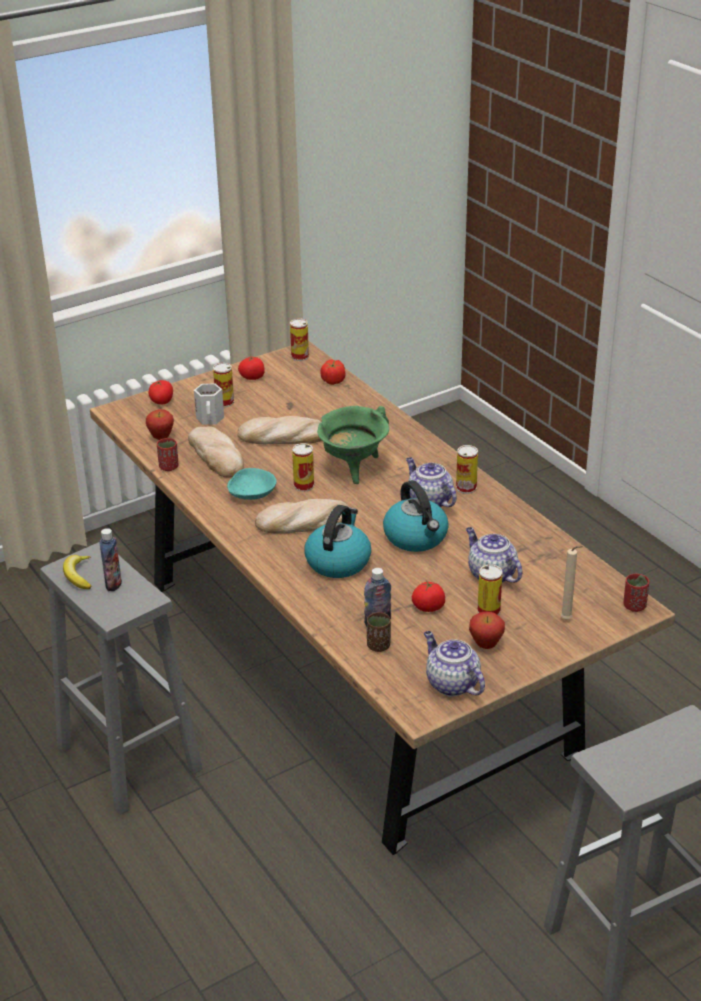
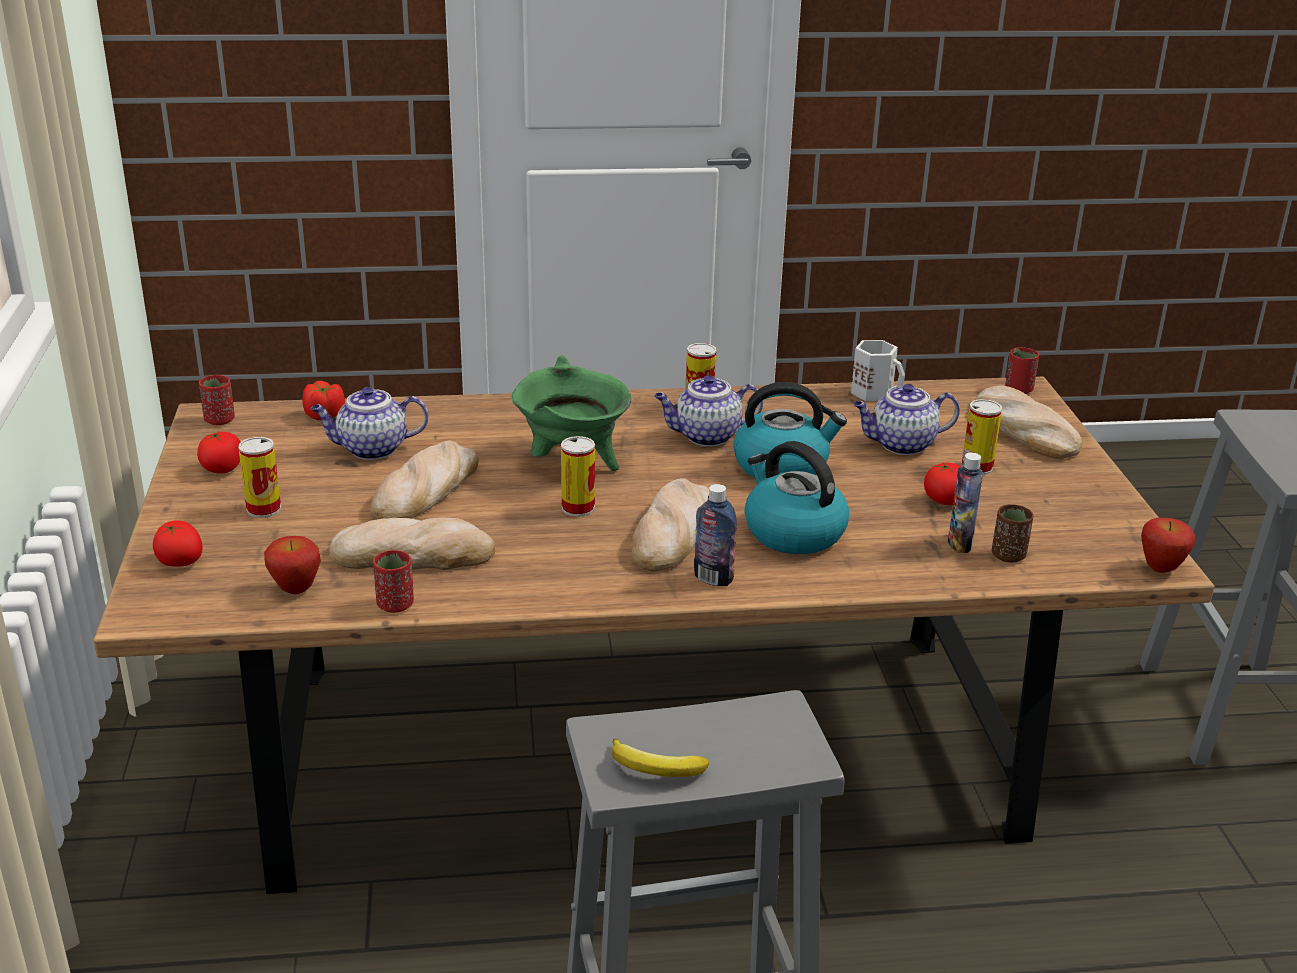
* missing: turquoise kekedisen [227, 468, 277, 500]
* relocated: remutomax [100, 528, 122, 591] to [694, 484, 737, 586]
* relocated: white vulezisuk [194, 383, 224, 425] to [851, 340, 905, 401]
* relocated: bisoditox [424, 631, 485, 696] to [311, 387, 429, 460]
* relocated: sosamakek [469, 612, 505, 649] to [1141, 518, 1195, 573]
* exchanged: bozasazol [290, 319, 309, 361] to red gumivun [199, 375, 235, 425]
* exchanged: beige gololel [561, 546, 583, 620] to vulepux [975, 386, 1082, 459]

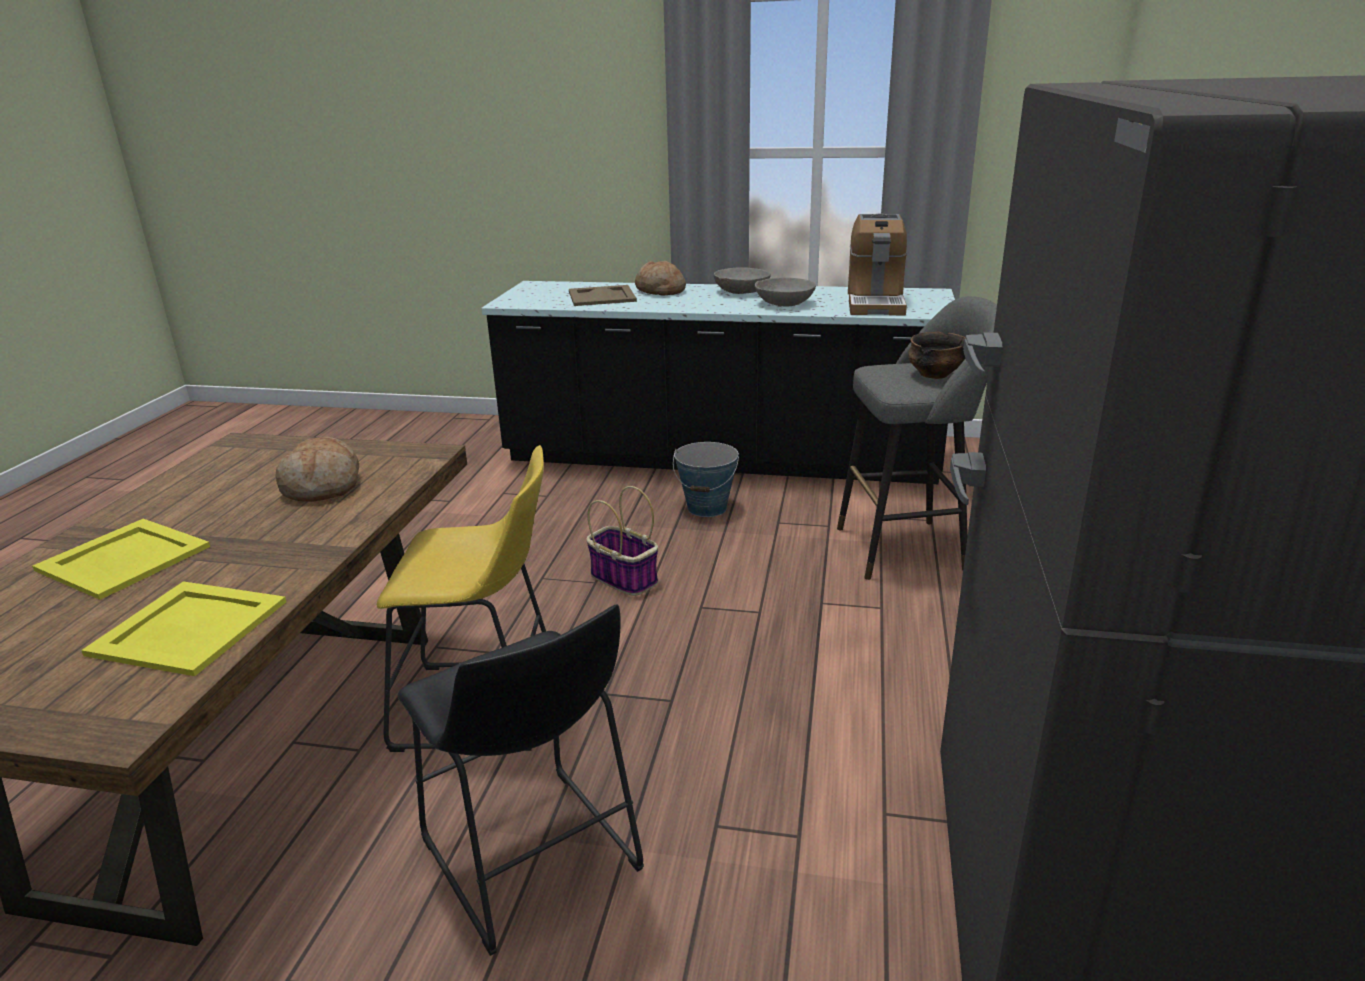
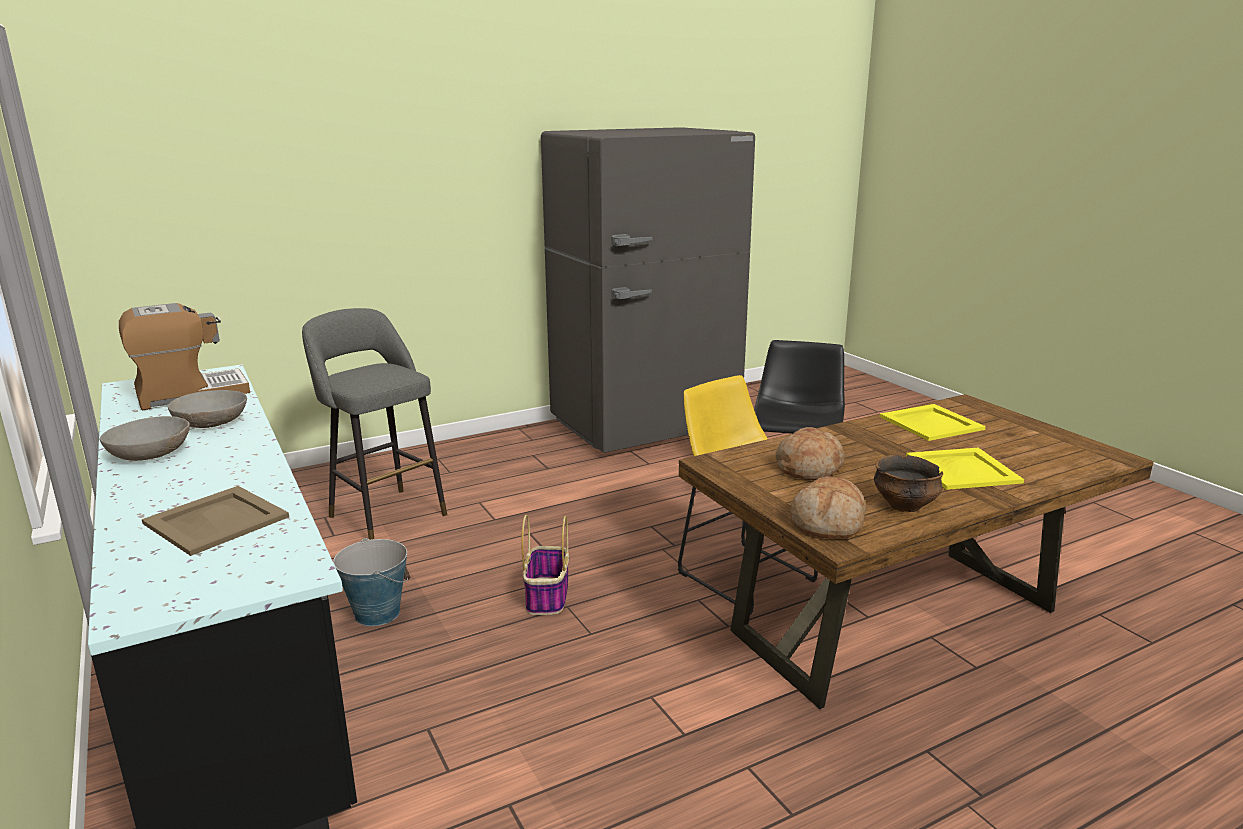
* relocated: vulepux [635, 261, 686, 295] to [790, 477, 866, 539]
* relocated: kekedisen [908, 332, 966, 379] to [874, 455, 943, 512]

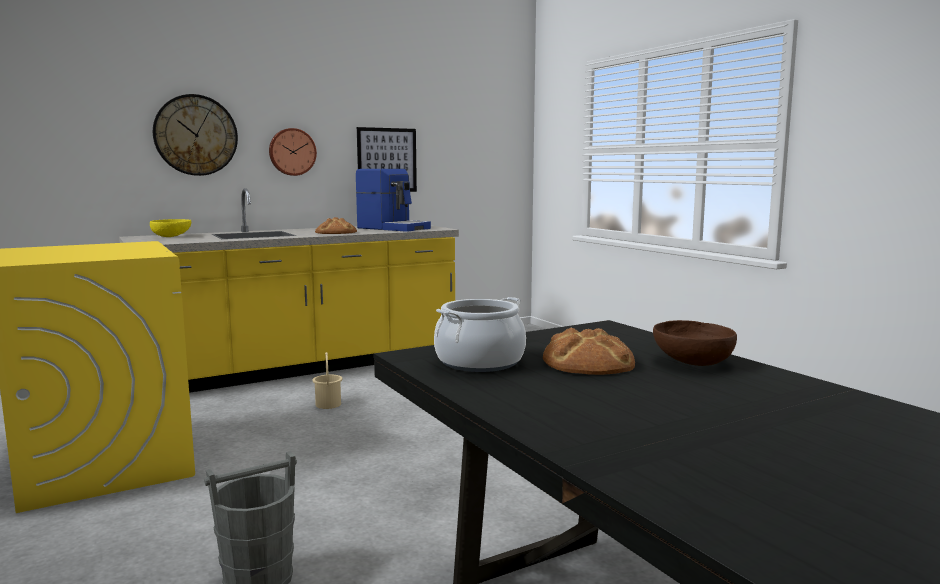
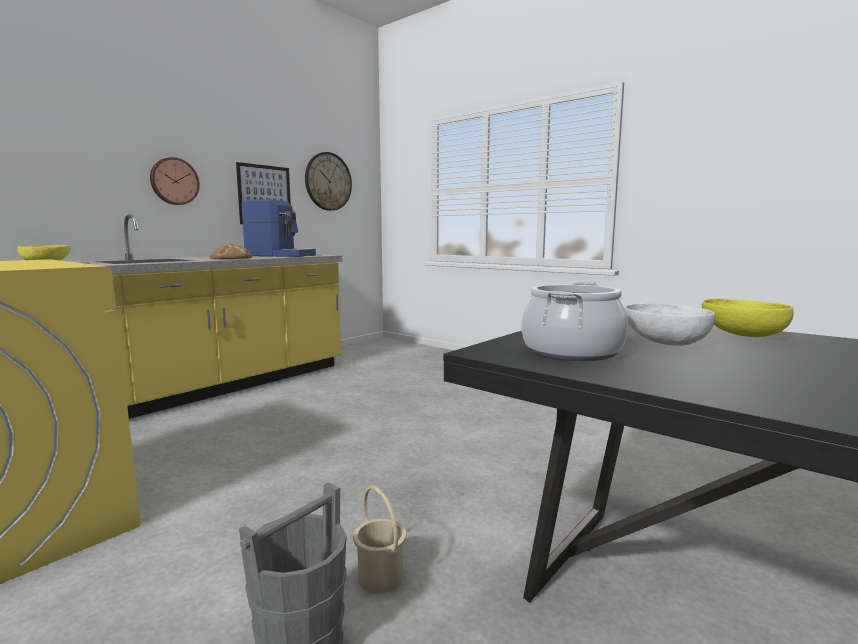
* relocated: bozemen [153, 94, 238, 176] to [305, 152, 352, 211]
* relocated: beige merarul [312, 352, 342, 409] to [353, 486, 407, 594]
* exchanged: vulepux [543, 328, 635, 375] to white kekedisen [624, 303, 715, 346]
* colour: brown kekedisen [653, 320, 737, 366] to yellow kekedisen [702, 299, 794, 337]

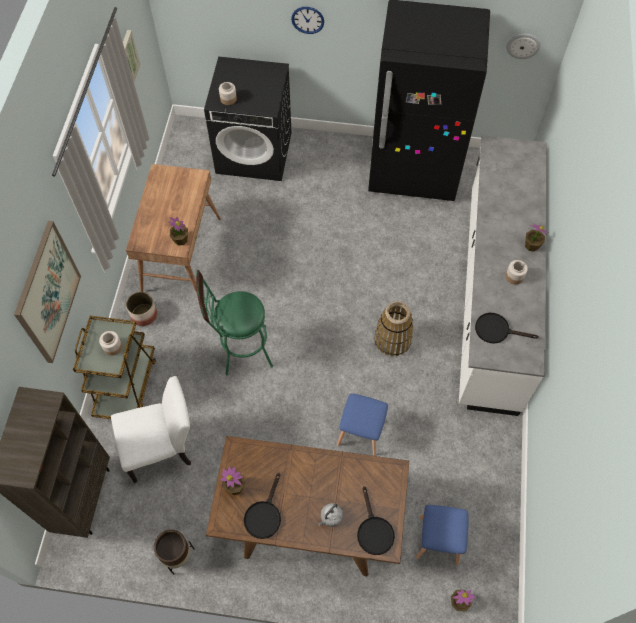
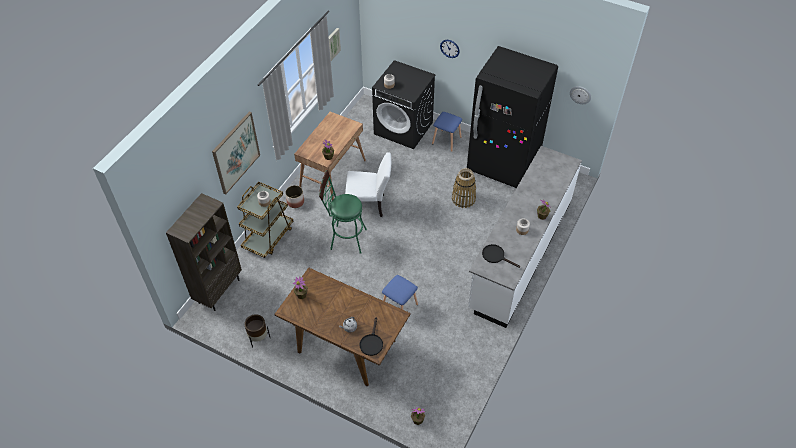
* missing: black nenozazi [244, 473, 281, 539]
* relocated: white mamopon [111, 376, 191, 483] to [345, 152, 391, 217]
* relocated: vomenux [374, 301, 413, 356] to [452, 168, 476, 208]
* relocated: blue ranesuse [416, 505, 468, 565] to [432, 112, 462, 152]

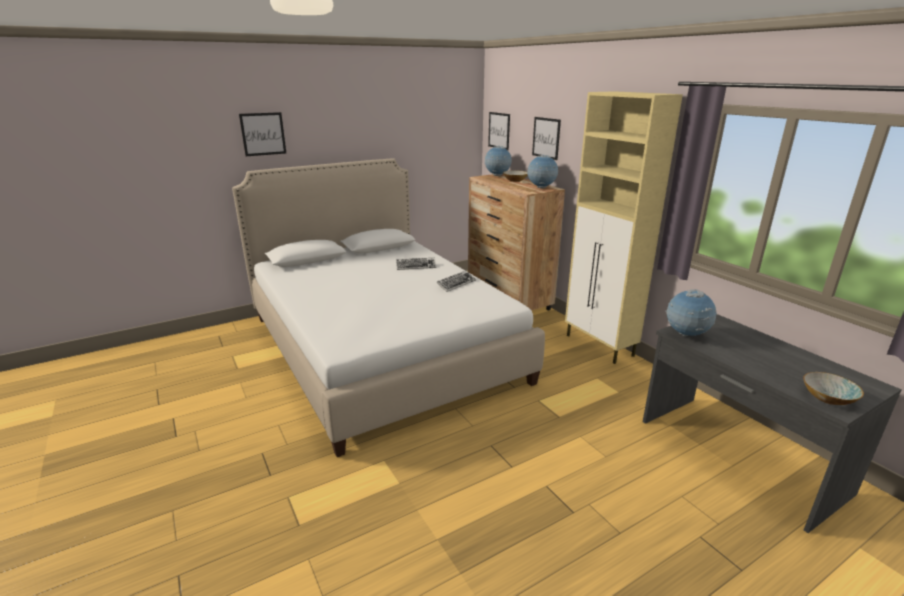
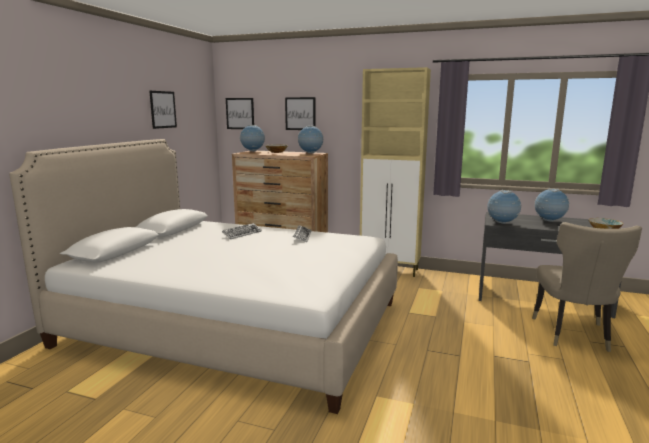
* appeared: beige mamopon [532, 222, 642, 352]
* appeared: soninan [535, 188, 569, 222]
* relocated: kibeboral [239, 112, 286, 156] to [149, 91, 177, 129]

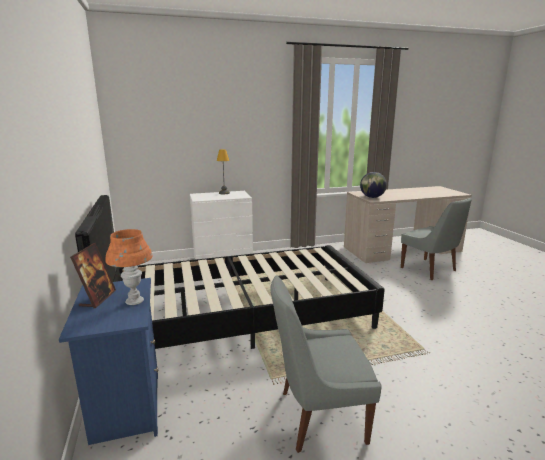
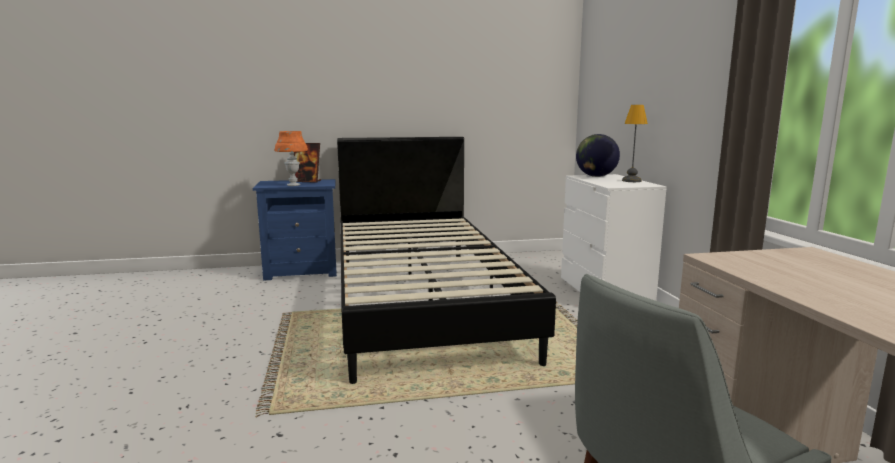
* missing: grey mamopon [270, 275, 382, 453]
* relocated: soninan [360, 172, 387, 198] to [576, 134, 620, 177]

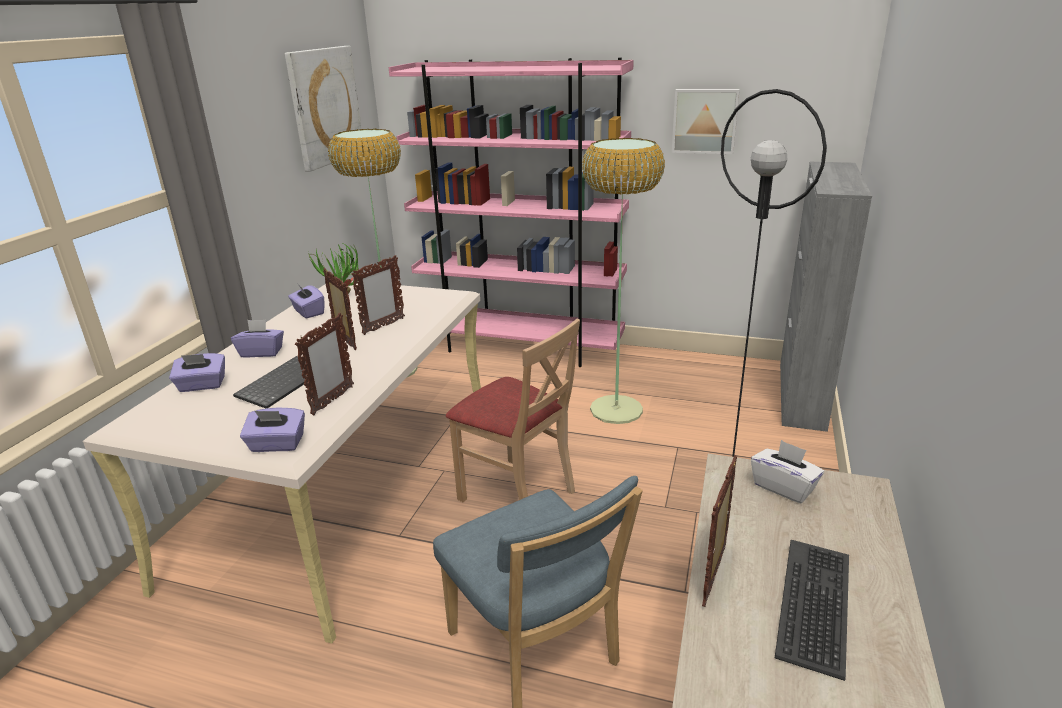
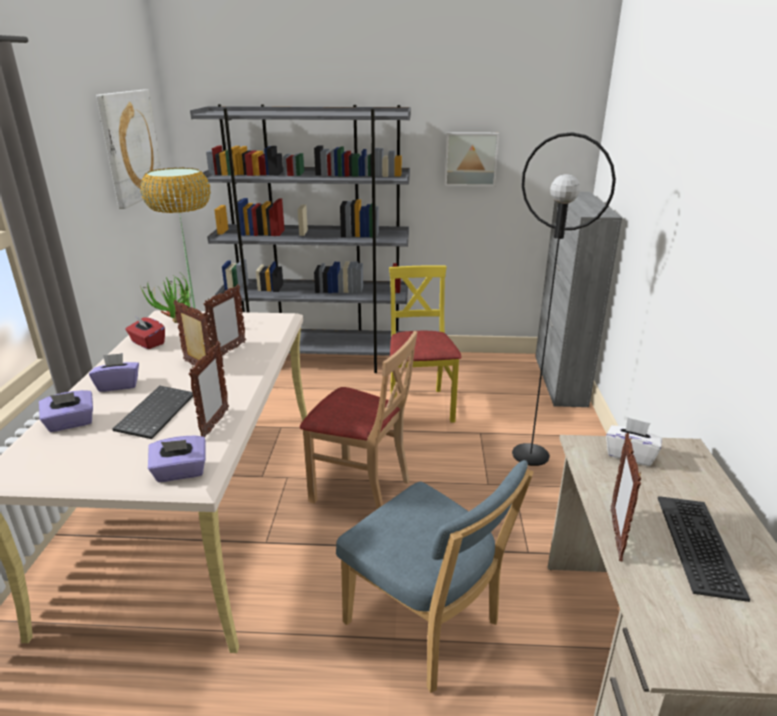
* exchanged: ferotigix [582, 138, 665, 424] to yellow mamopon [389, 265, 461, 423]
* colour: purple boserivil [288, 284, 324, 319] to red boserivil [125, 317, 165, 349]
* colour: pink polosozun [389, 57, 634, 367] to grey polosozun [190, 104, 411, 373]

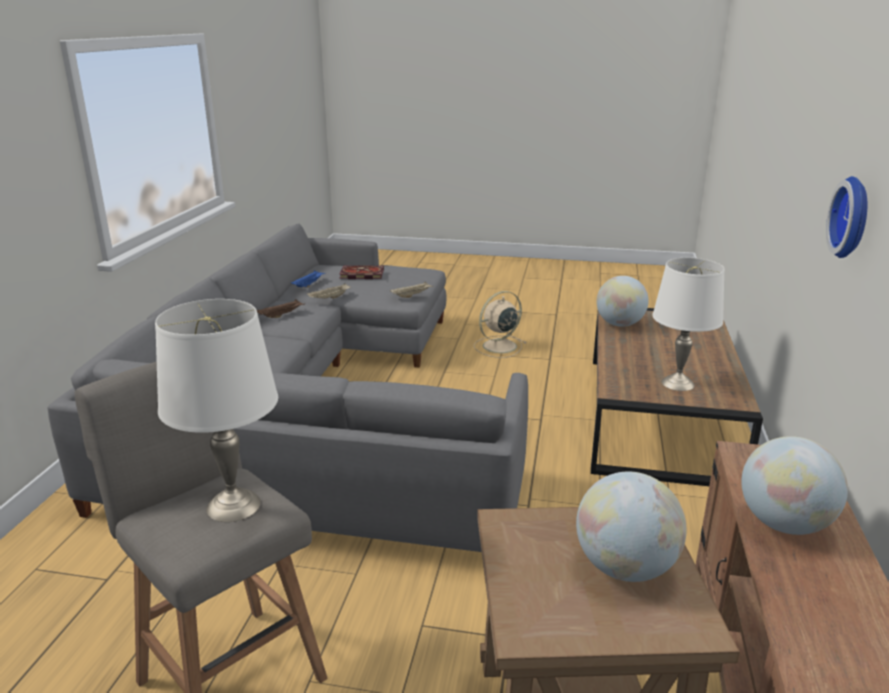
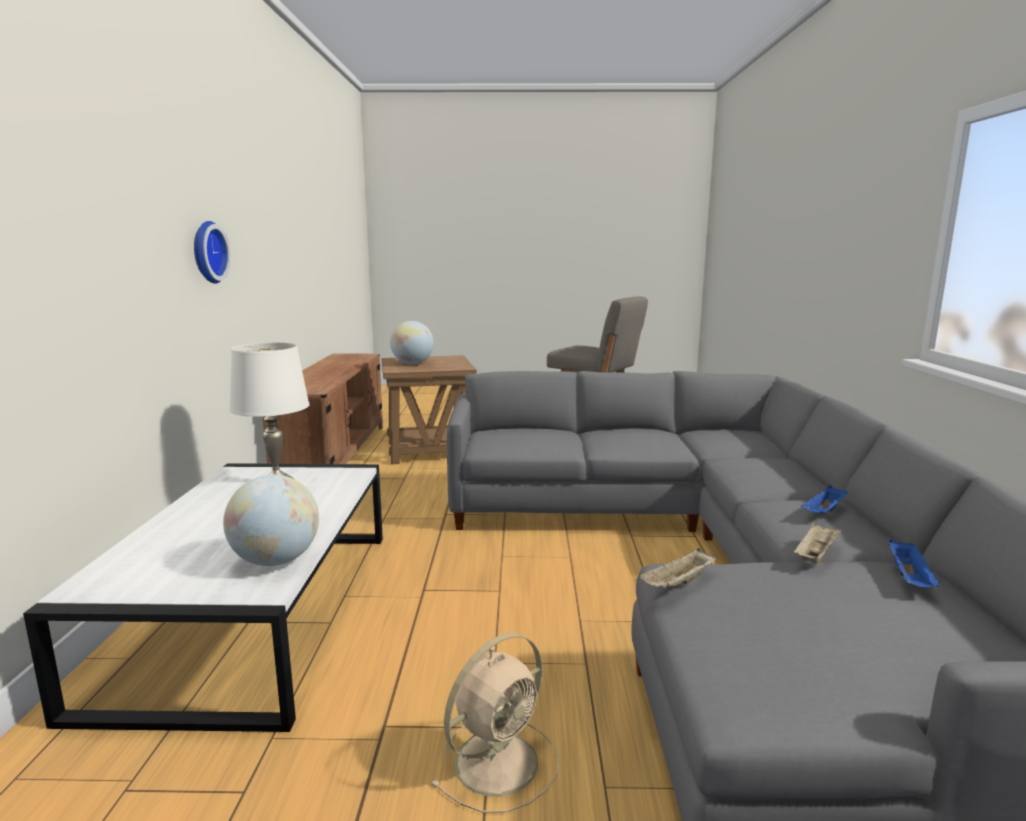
* missing: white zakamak [155, 299, 278, 522]
* missing: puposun [339, 265, 384, 279]
* missing: soninan [741, 436, 848, 535]
* colour: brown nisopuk [257, 299, 305, 318] to blue nisopuk [801, 485, 848, 513]
* colour: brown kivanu [591, 308, 763, 486] to white kivanu [23, 463, 383, 732]

